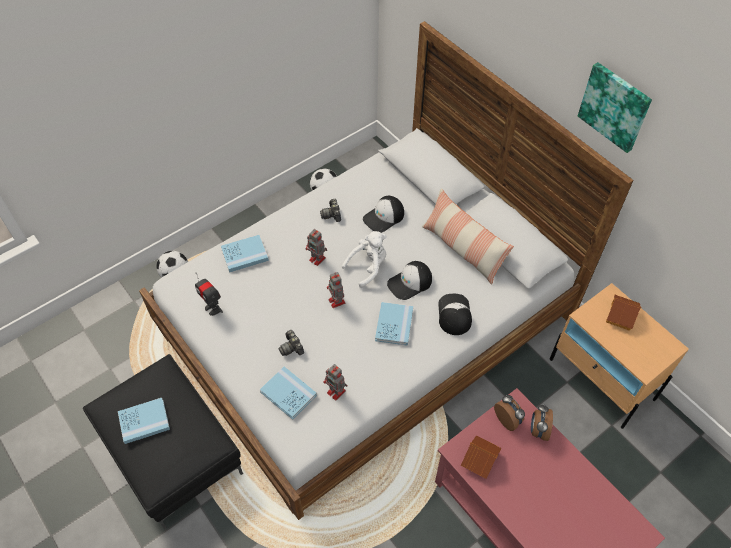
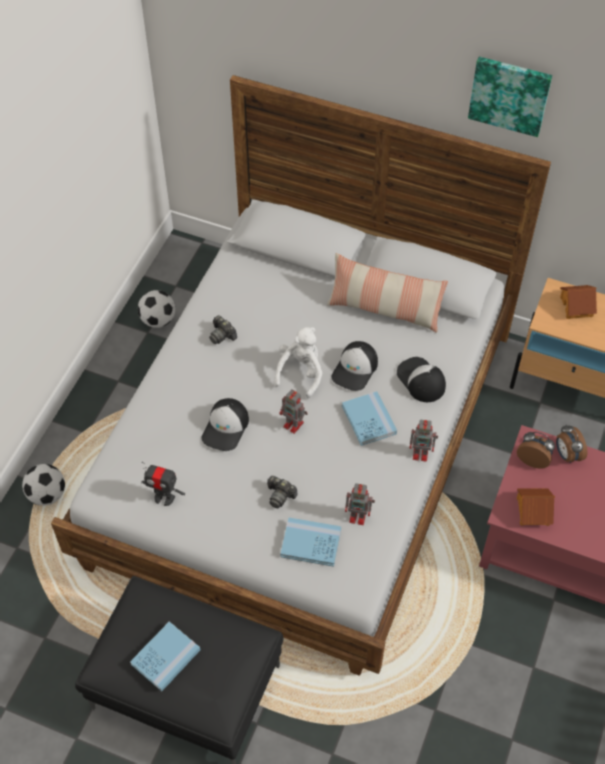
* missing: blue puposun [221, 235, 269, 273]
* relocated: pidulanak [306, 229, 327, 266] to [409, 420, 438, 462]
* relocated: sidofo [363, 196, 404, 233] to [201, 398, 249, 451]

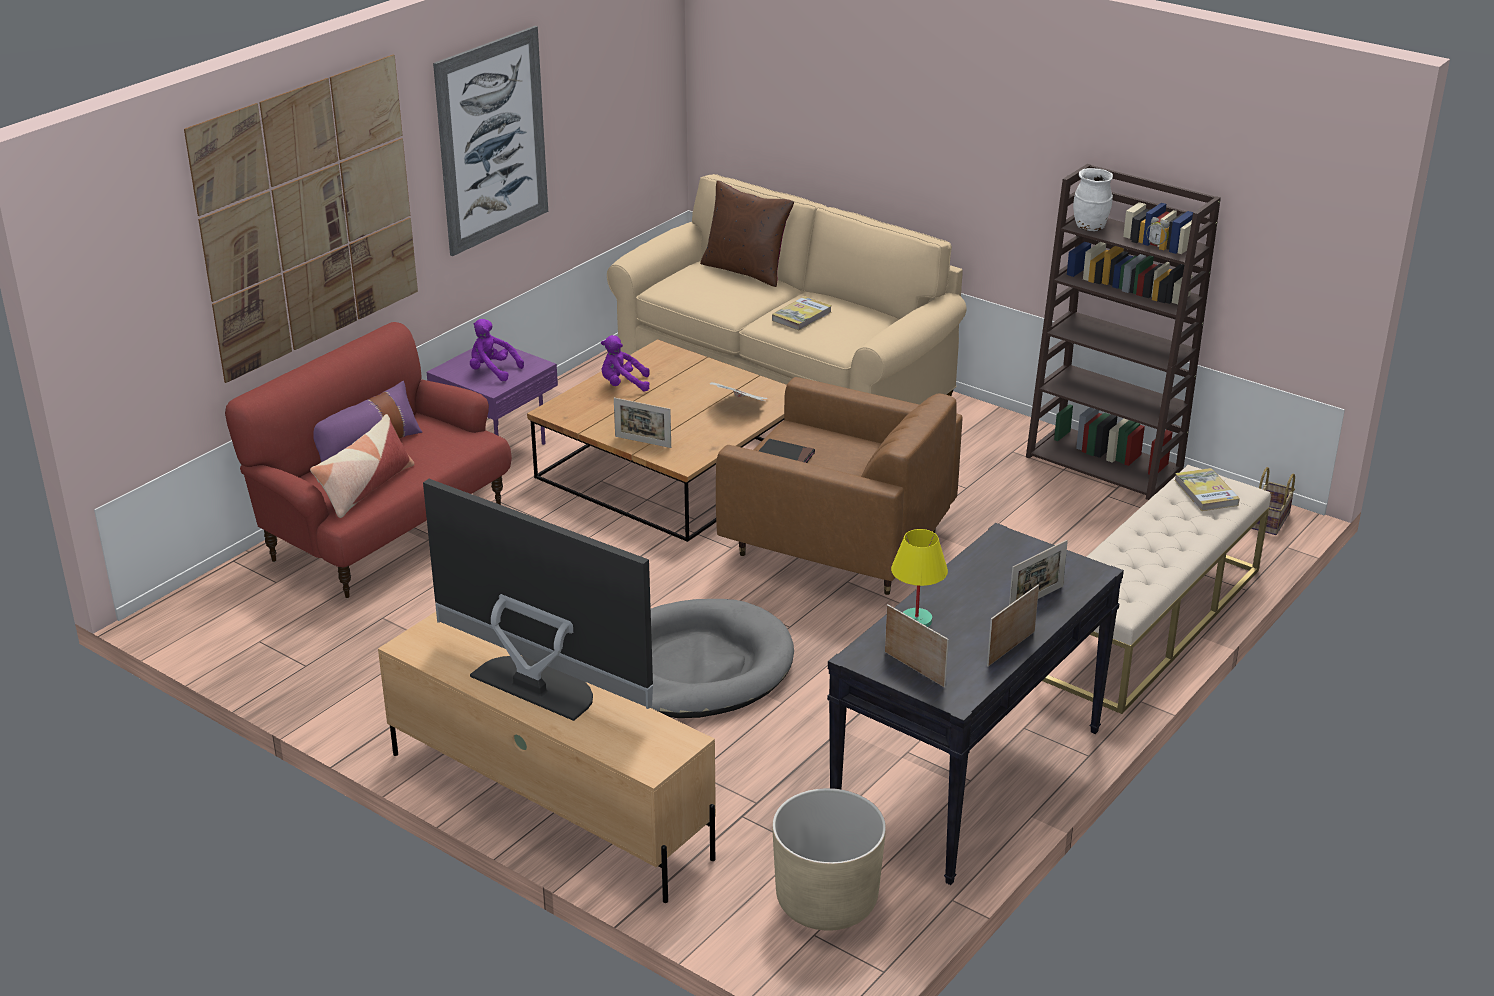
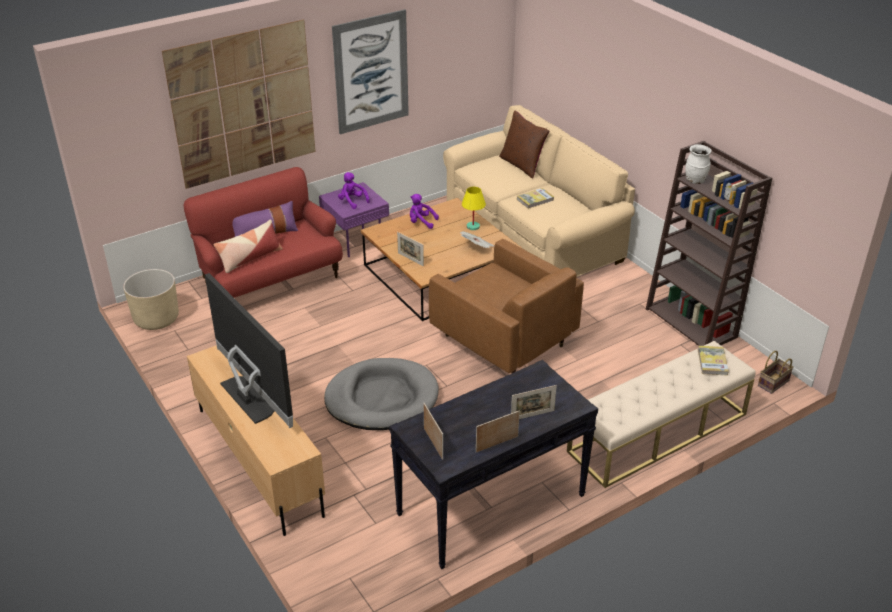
* missing: black puposun [759, 439, 815, 463]
* relocated: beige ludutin [772, 788, 886, 931] to [123, 269, 179, 330]
* relocated: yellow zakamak [891, 529, 948, 627] to [462, 187, 486, 230]

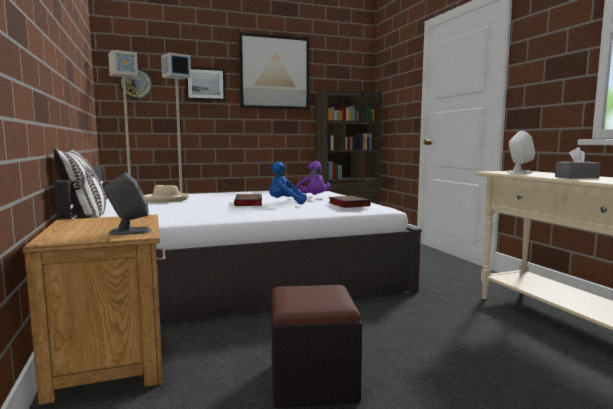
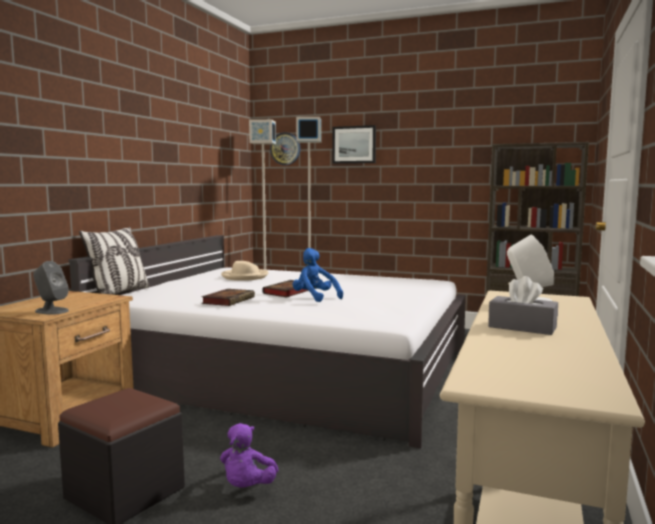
* missing: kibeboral [238, 32, 309, 110]
* relocated: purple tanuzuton [295, 161, 331, 195] to [220, 423, 278, 487]
* relocated: puposun [328, 196, 371, 208] to [201, 289, 255, 306]

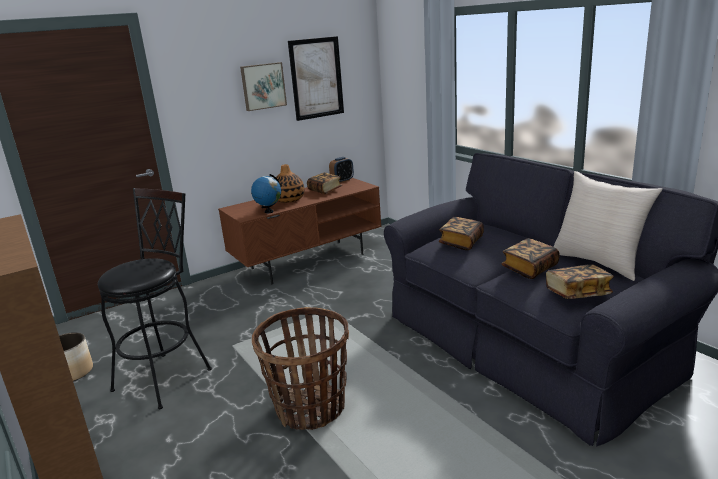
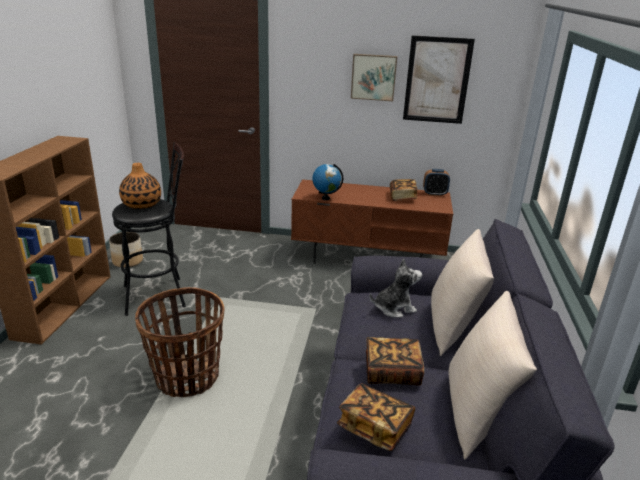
* appeared: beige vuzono [431, 229, 494, 356]
* relocated: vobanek [276, 164, 304, 203] to [119, 163, 161, 209]
* exchanged: puposun [439, 217, 484, 250] to tanuzuton [370, 259, 422, 318]

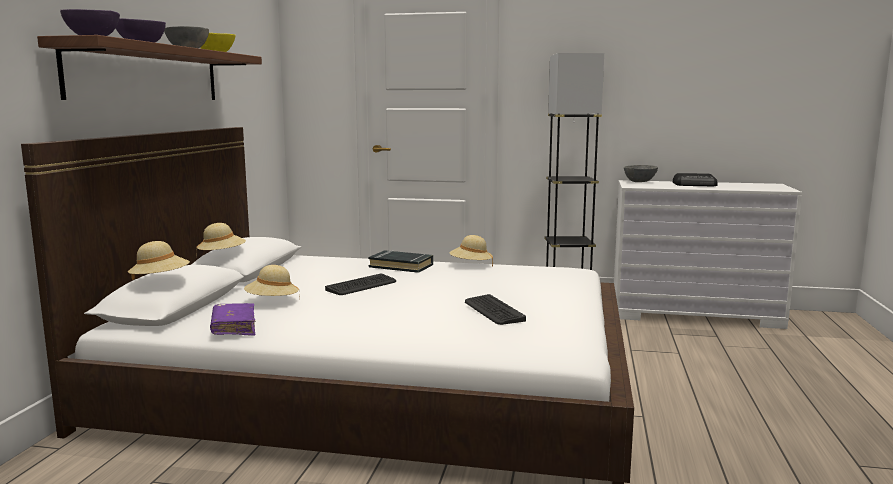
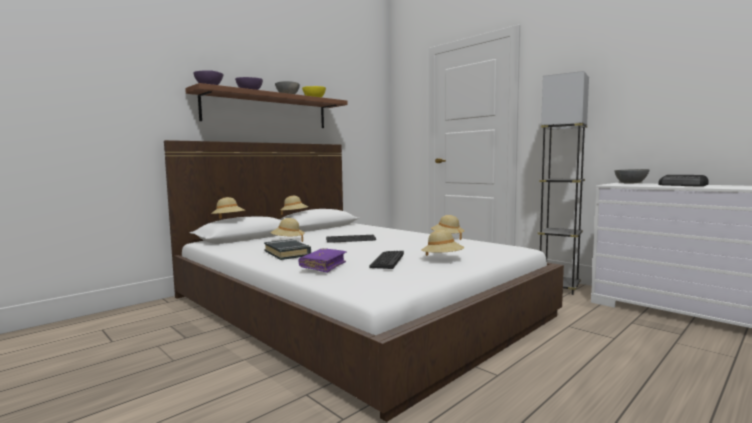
* appeared: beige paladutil [421, 230, 465, 256]
* relocated: purple puposun [210, 303, 255, 335] to [299, 248, 346, 273]
* relocated: black puposun [368, 250, 433, 273] to [264, 239, 311, 260]

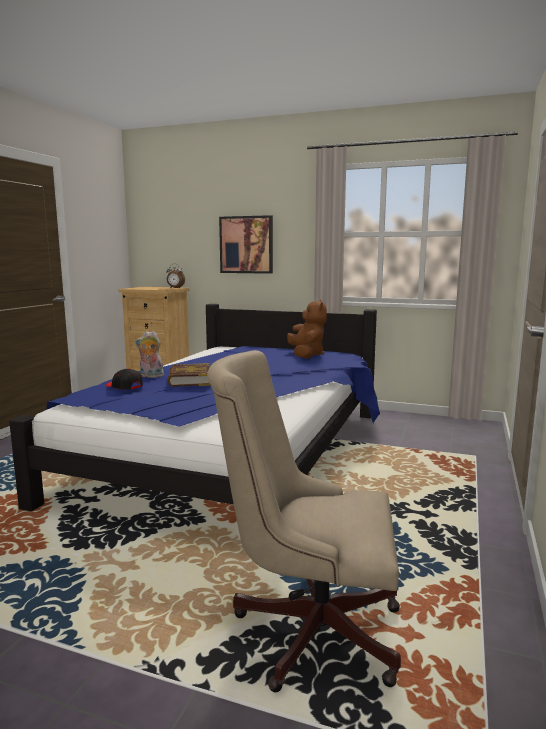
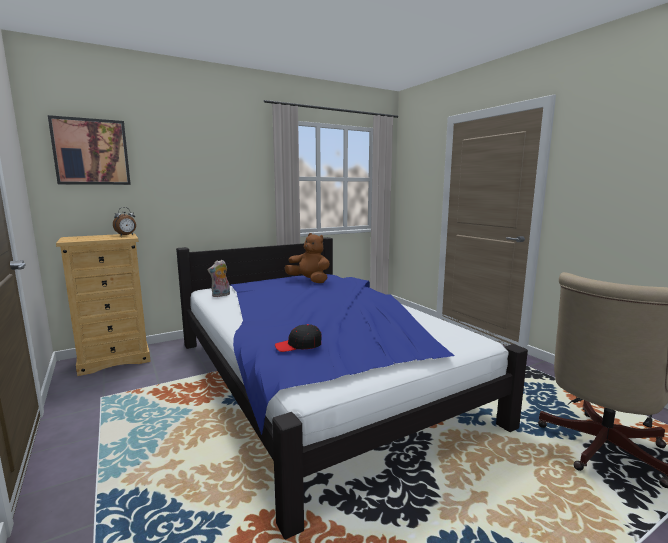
* missing: puposun [168, 363, 210, 387]
* relocated: tanuzuton [135, 331, 166, 378] to [208, 260, 230, 297]
* relocated: kibeboral [219, 215, 273, 274] to [48, 115, 131, 185]

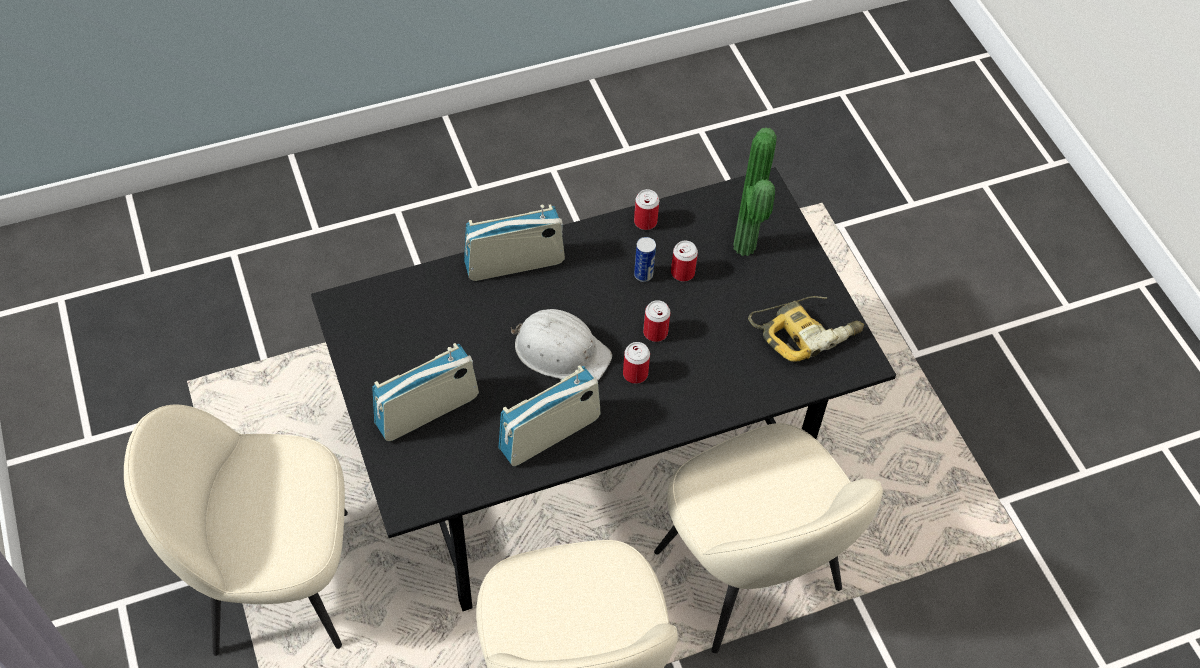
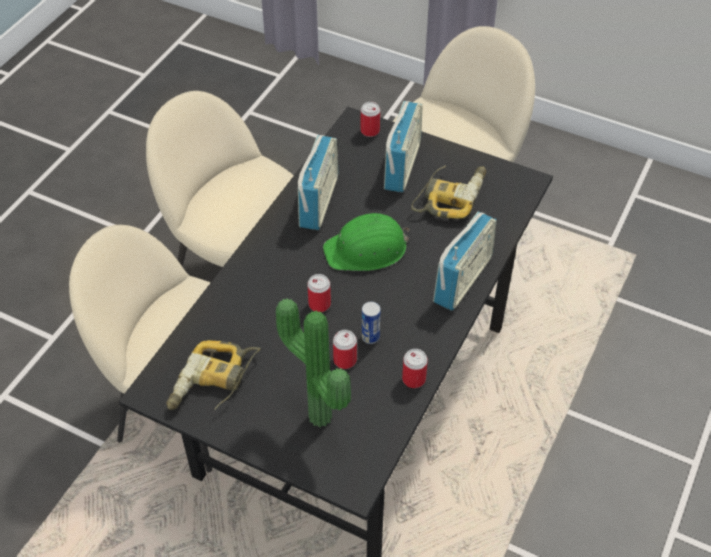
* appeared: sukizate [411, 166, 486, 219]
* relocated: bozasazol [623, 342, 650, 384] to [361, 102, 380, 137]
* colour: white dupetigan [511, 309, 612, 381] to green dupetigan [323, 213, 410, 271]

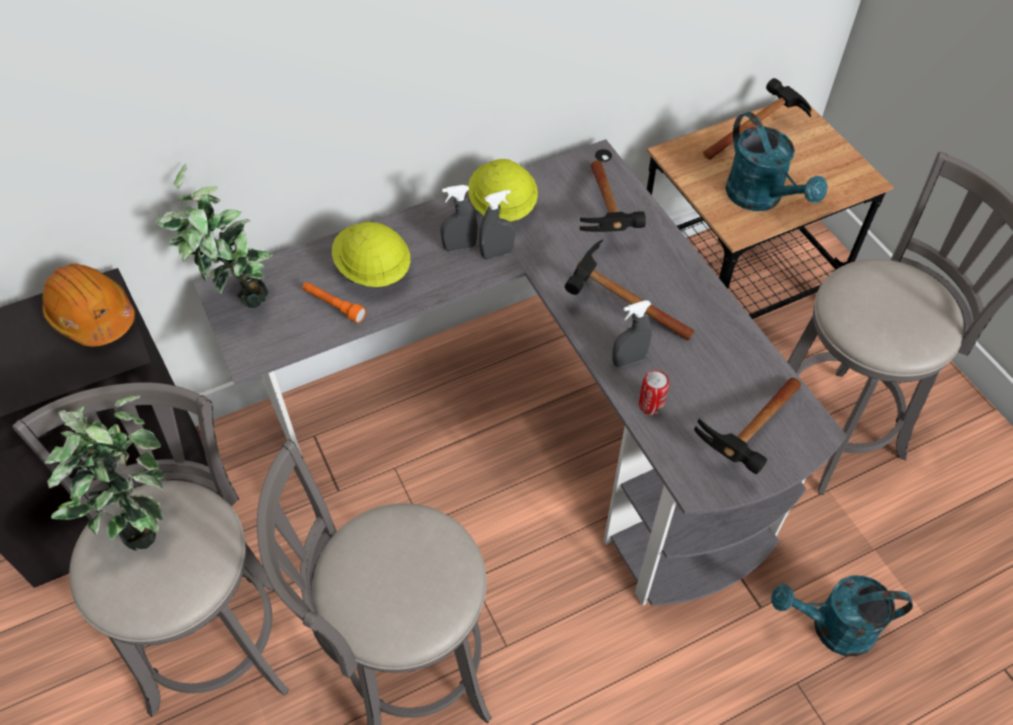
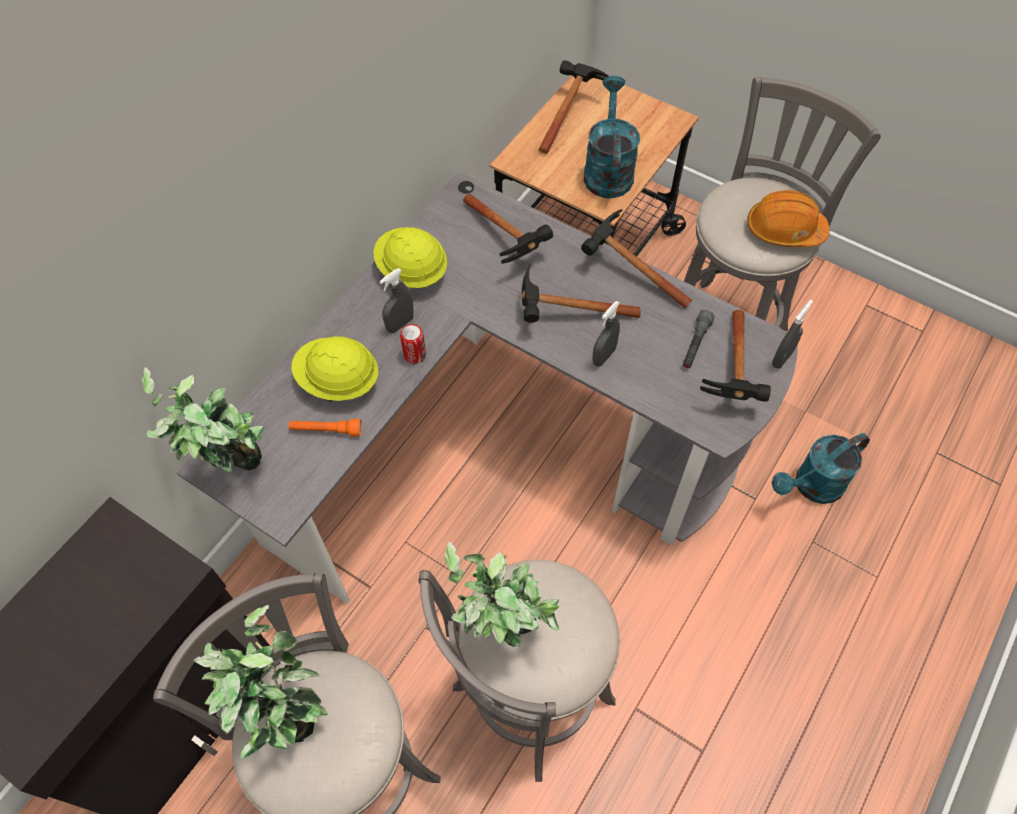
* appeared: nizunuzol [445, 542, 559, 647]
* appeared: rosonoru [581, 209, 692, 308]
* appeared: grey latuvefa [683, 310, 715, 368]
* relocated: orange dupetigan [42, 263, 135, 346] to [747, 190, 830, 247]
* relocated: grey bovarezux [479, 190, 515, 259] to [772, 300, 813, 369]
* relocated: bozasazol [639, 370, 669, 416] to [400, 324, 426, 364]
* spun: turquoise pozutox [725, 112, 828, 211] = [584, 76, 640, 198] 120 degrees counterclockwise

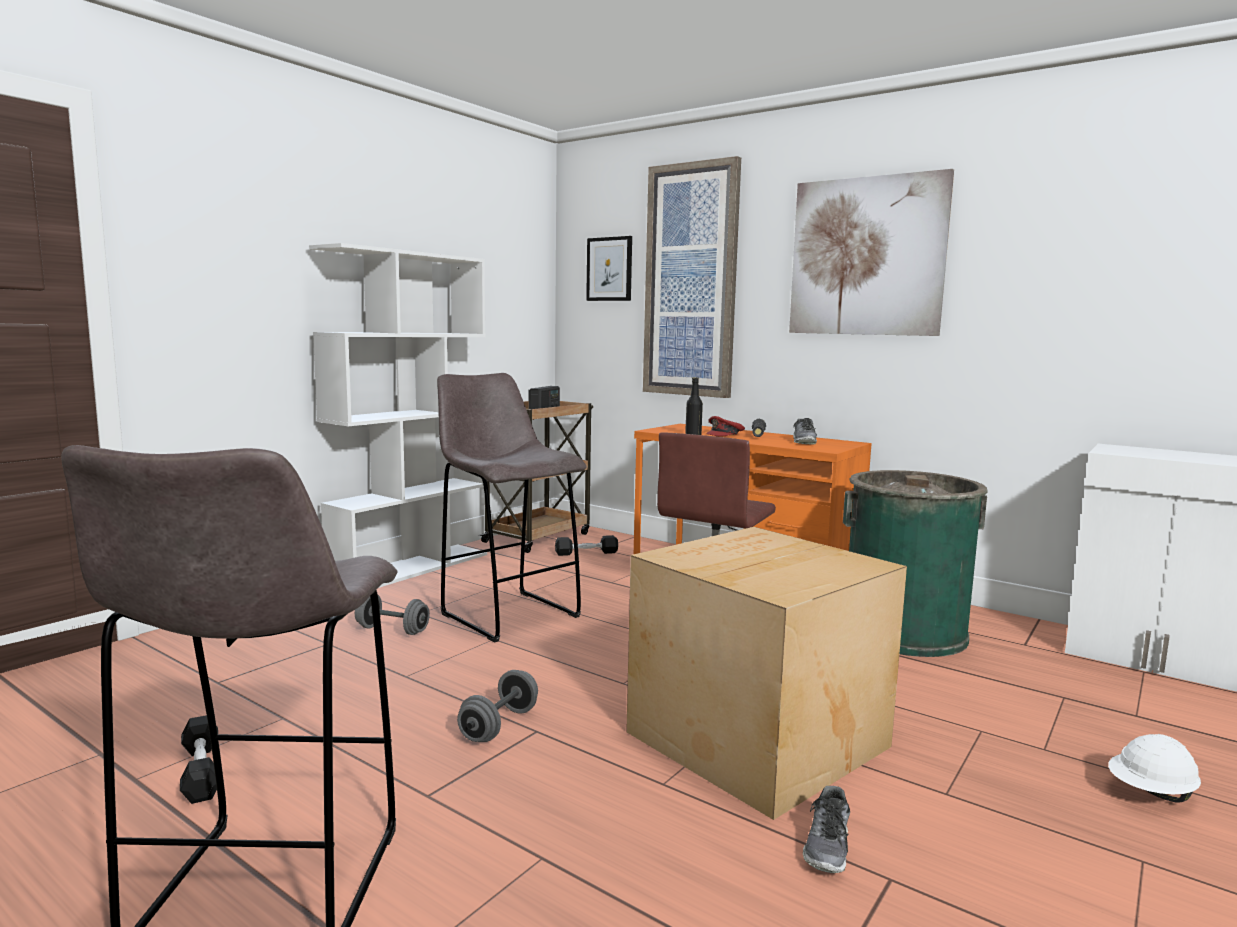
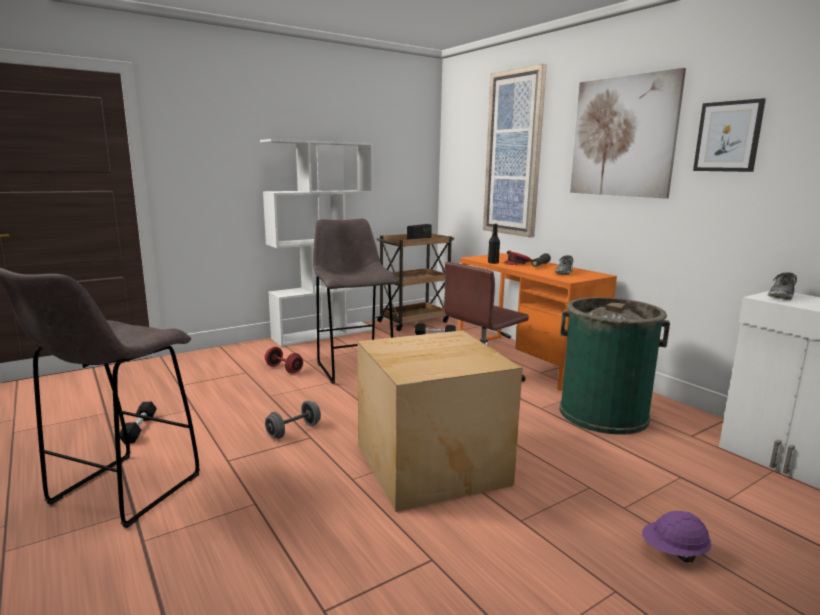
* relocated: kibeboral [586, 236, 632, 301] to [693, 98, 766, 172]
* relocated: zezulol [803, 786, 850, 873] to [768, 272, 797, 300]
* colour: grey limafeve [355, 595, 430, 635] to red limafeve [265, 347, 303, 373]
* colour: white dupetigan [1108, 734, 1201, 803] to purple dupetigan [642, 511, 711, 562]

